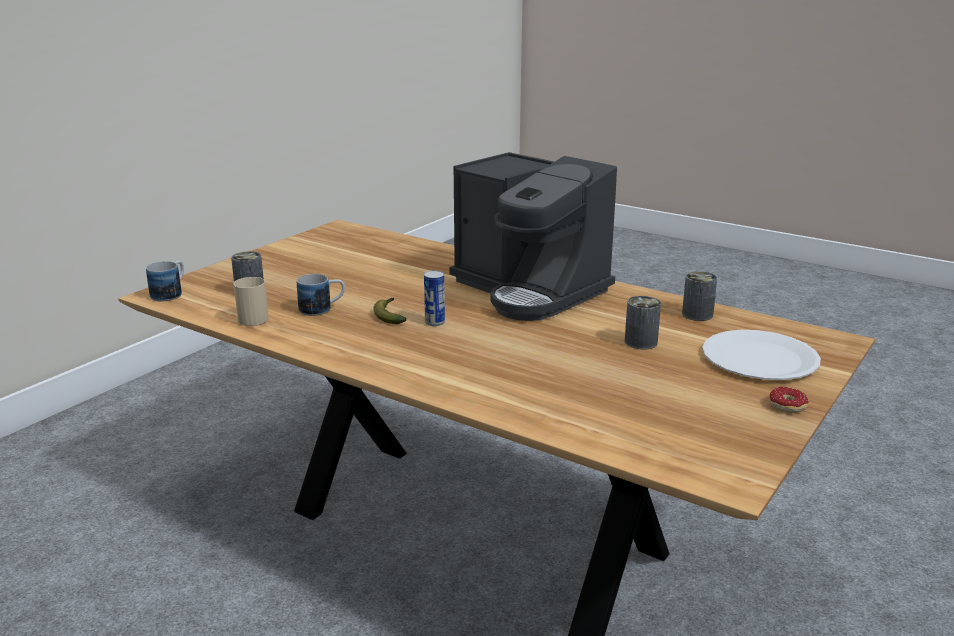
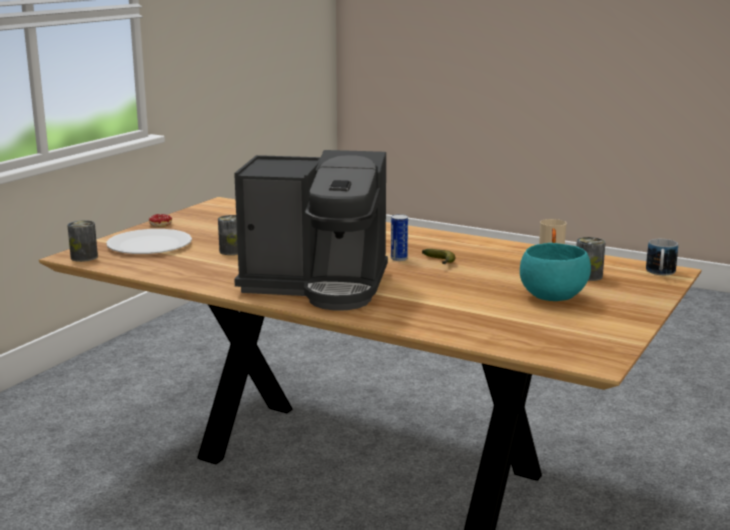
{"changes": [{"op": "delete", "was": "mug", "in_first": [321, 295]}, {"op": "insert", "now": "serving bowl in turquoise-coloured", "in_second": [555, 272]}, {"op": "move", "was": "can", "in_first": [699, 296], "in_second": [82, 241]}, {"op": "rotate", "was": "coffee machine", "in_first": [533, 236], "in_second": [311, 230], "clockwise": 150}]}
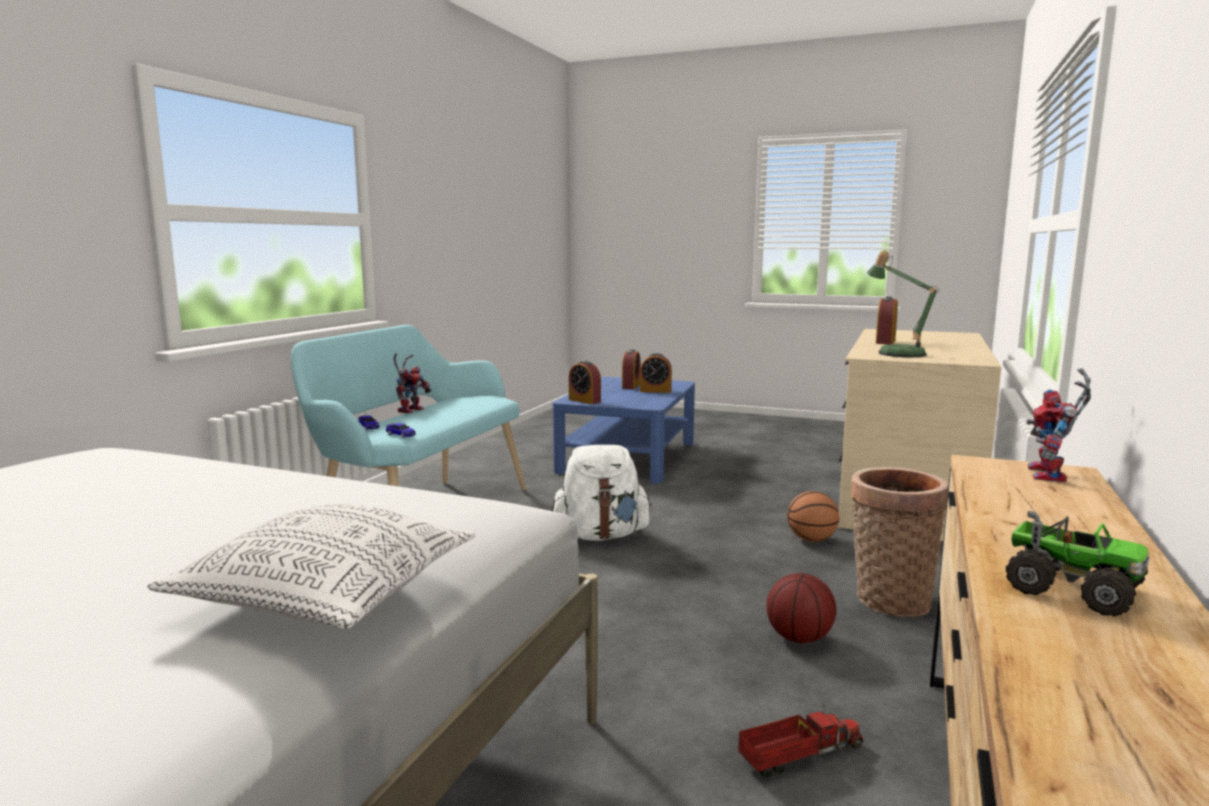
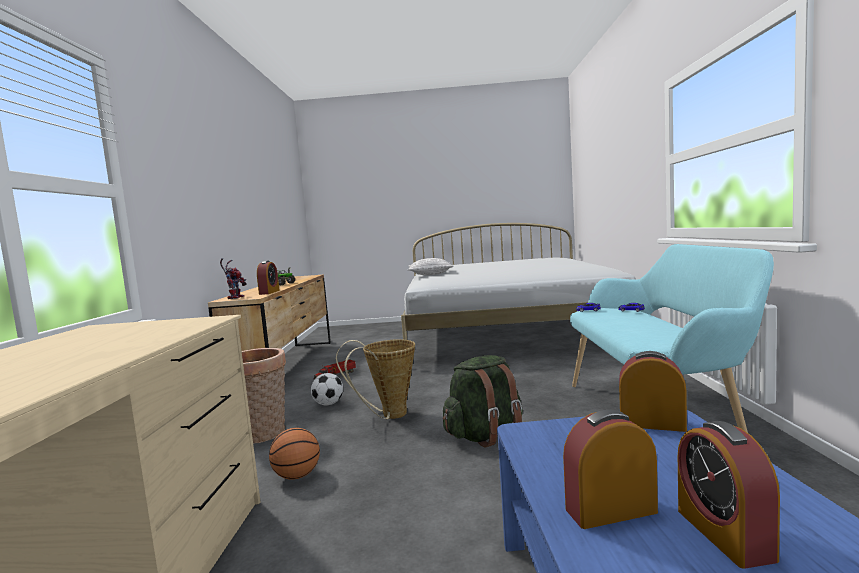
{"changes": [{"op": "delete", "was": "toy robot", "in_first": [412, 383]}, {"op": "delete", "was": "tabletop lamp", "in_first": [903, 304]}, {"op": "insert", "now": "basket", "in_second": [375, 379]}, {"op": "move", "was": "table clock", "in_first": [887, 320], "in_second": [268, 277]}, {"op": "replace", "was": "basketball ball", "now": "football ball", "in_first": [801, 608], "in_second": [327, 389]}, {"op": "recolor", "was": "backpack in white", "now": "backpack in green", "in_first": [602, 493], "in_second": [483, 401]}]}
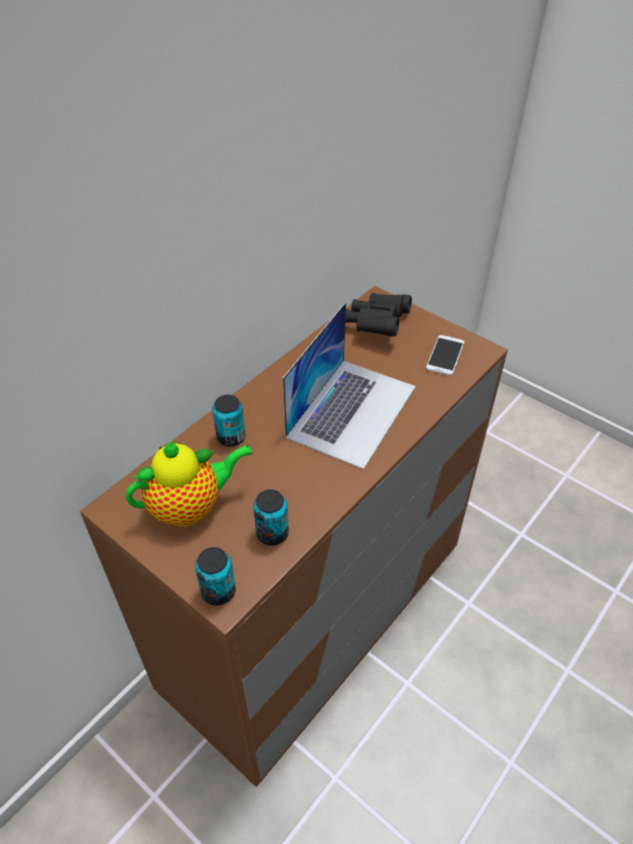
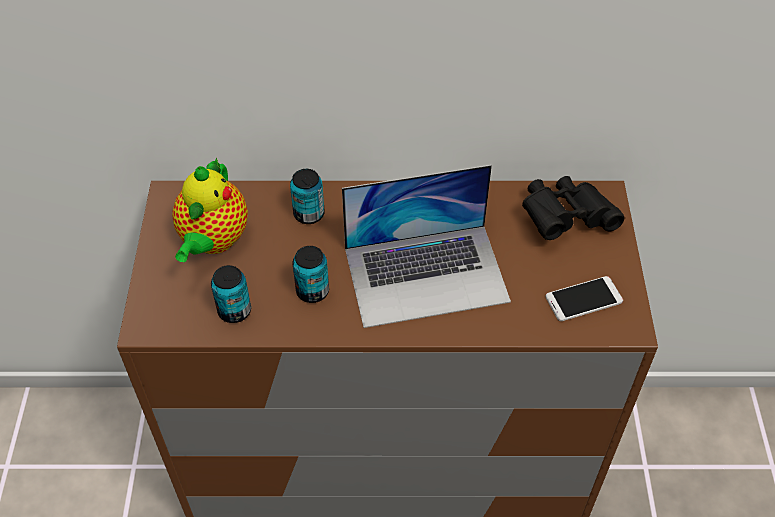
{"changes": [{"op": "move", "was": "can", "in_first": [215, 576], "in_second": [311, 274]}, {"op": "rotate", "was": "tea pot", "in_first": [189, 484], "in_second": [210, 209], "clockwise": 75}]}
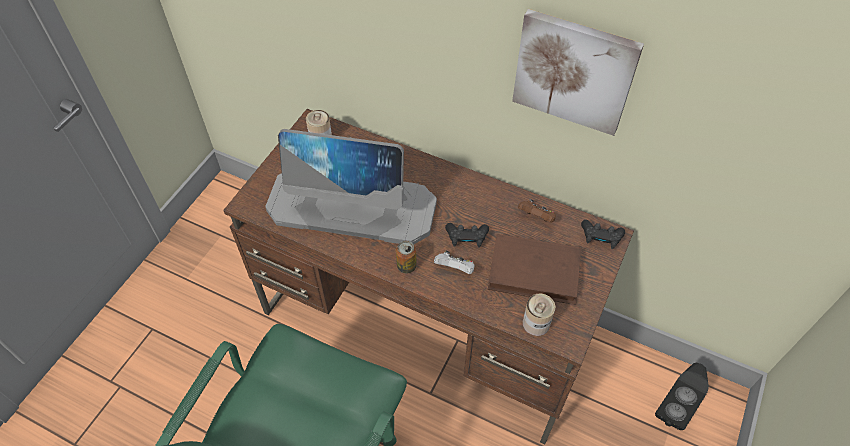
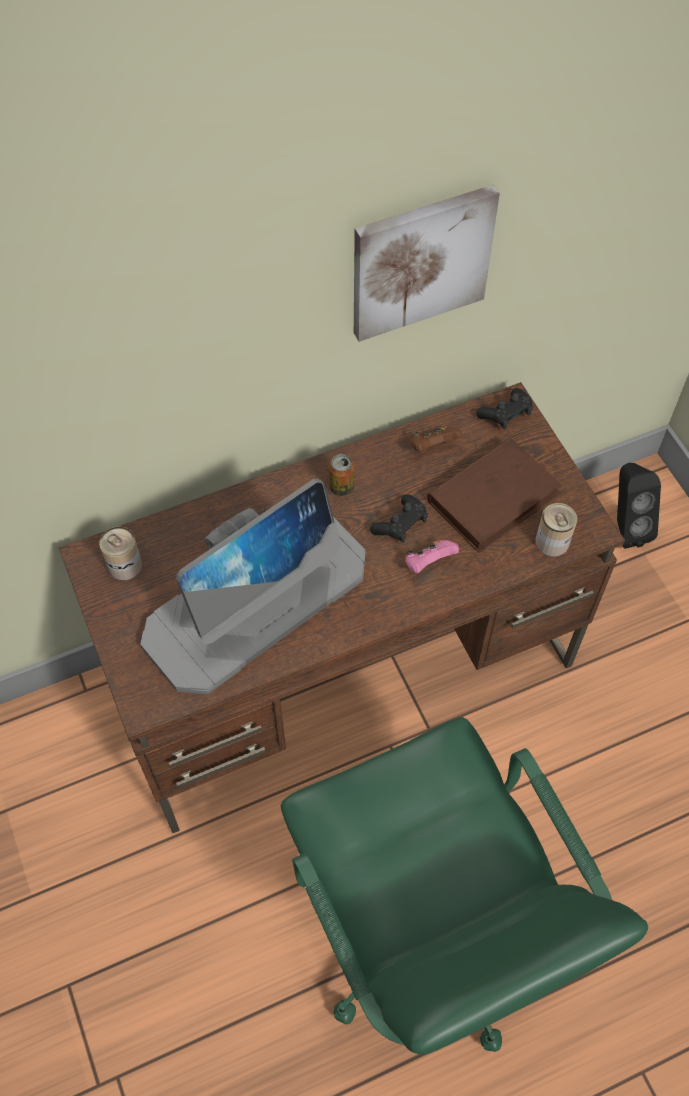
{"changes": [{"op": "move", "was": "can", "in_first": [406, 257], "in_second": [341, 475]}, {"op": "recolor", "was": "joypad in white", "now": "joypad in pink-coloured", "in_first": [454, 262], "in_second": [432, 556]}]}
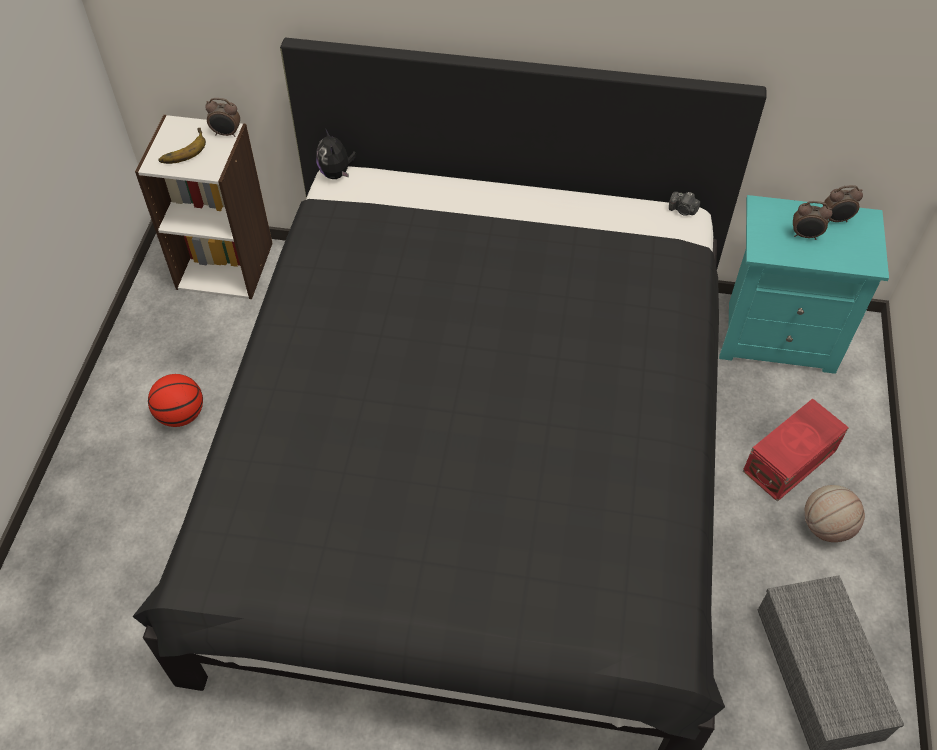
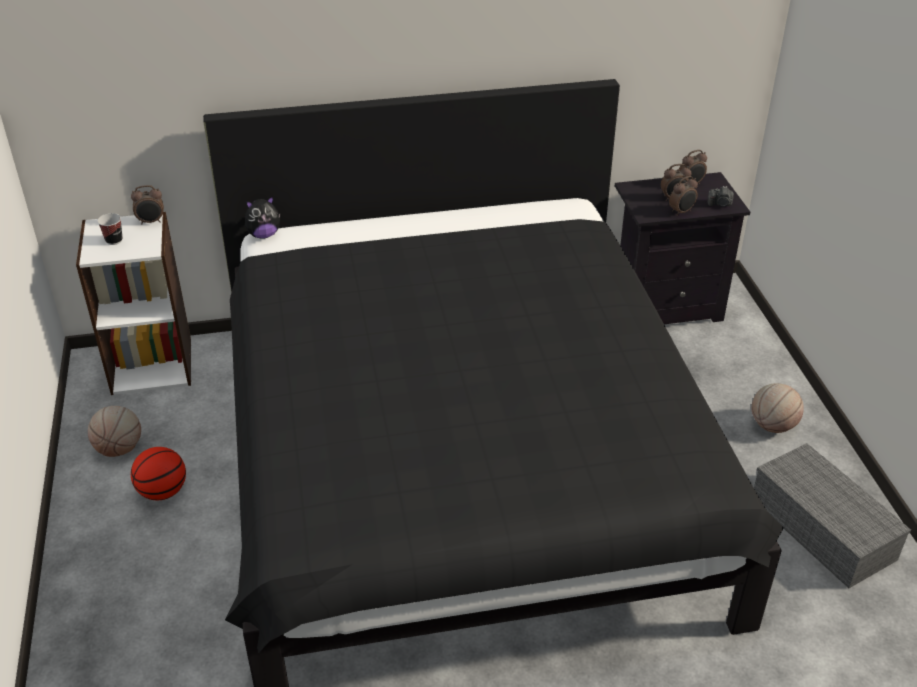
{"changes": [{"op": "delete", "was": "storage box in reddish", "in_first": [796, 450]}, {"op": "insert", "now": "basketball ball", "in_second": [114, 431]}, {"op": "insert", "now": "table clock", "in_second": [683, 196]}, {"op": "move", "was": "photo camera", "in_first": [684, 204], "in_second": [720, 196]}, {"op": "replace", "was": "banana fruit", "now": "cup", "in_first": [182, 146], "in_second": [110, 229]}, {"op": "recolor", "was": "bedside table in turquoise-coloured", "now": "bedside table in blackish", "in_first": [804, 284], "in_second": [682, 248]}, {"op": "rotate", "was": "plush toy", "in_first": [336, 153], "in_second": [262, 217], "clockwise": -75}]}
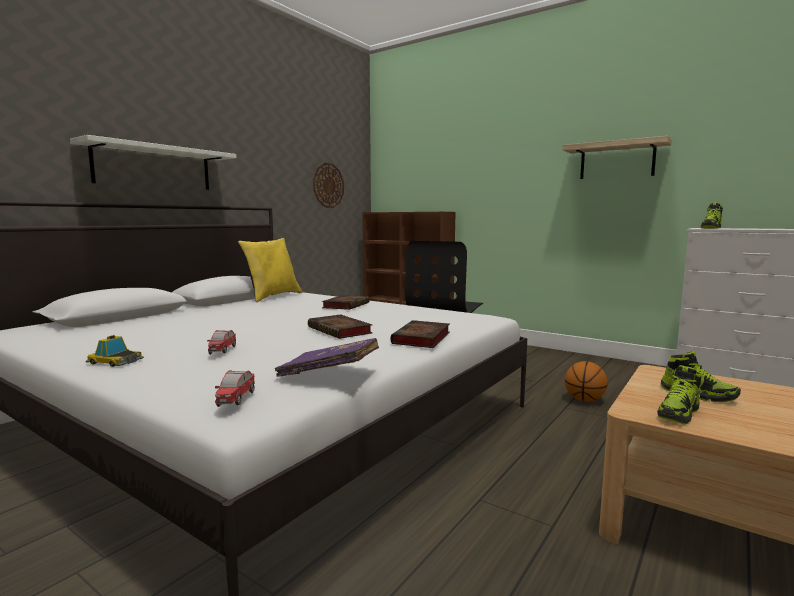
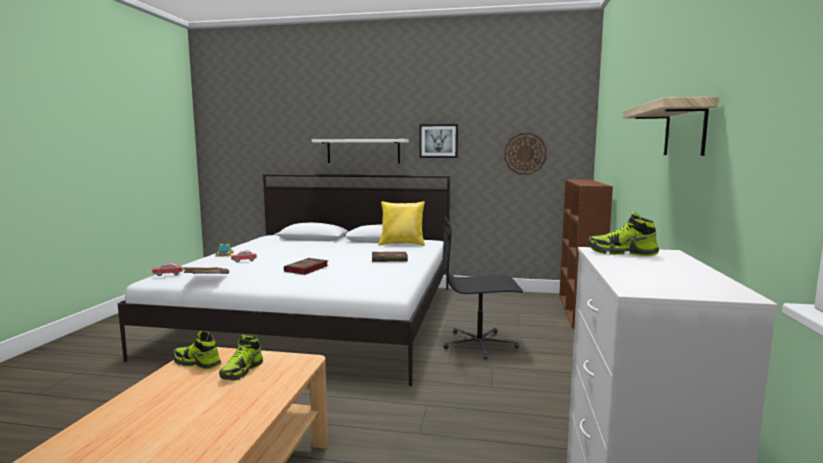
{"changes": [{"op": "delete", "was": "volume", "in_first": [420, 334]}, {"op": "delete", "was": "basketball ball", "in_first": [586, 381]}, {"op": "insert", "now": "picture", "in_second": [438, 141]}]}
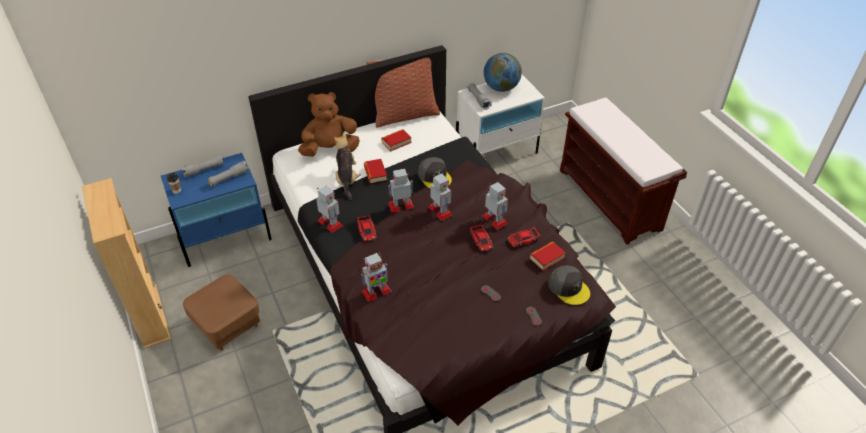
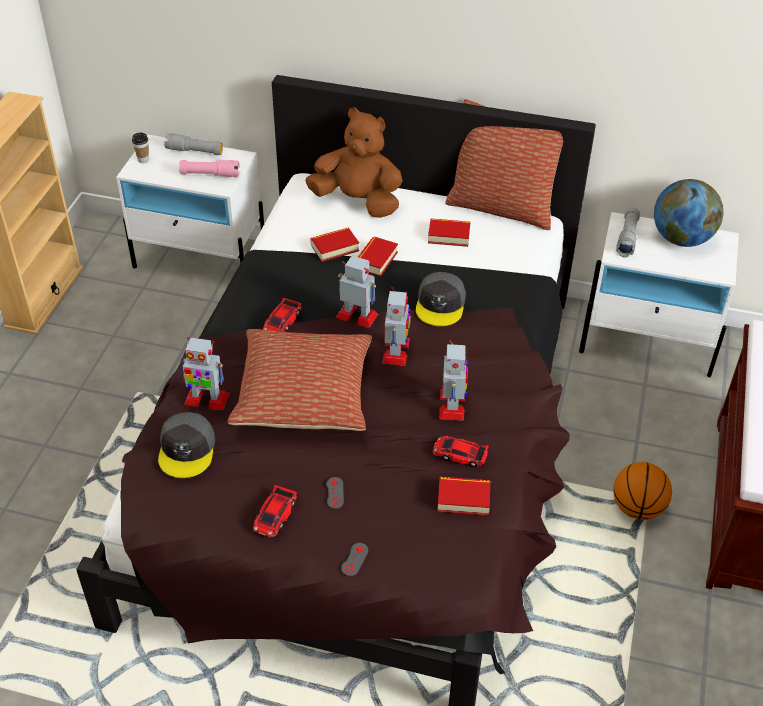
{"changes": [{"op": "delete", "was": "ottoman in brown", "in_first": [221, 312]}, {"op": "delete", "was": "toy robot", "in_first": [329, 209]}, {"op": "insert", "now": "throw pillow", "in_second": [299, 380]}, {"op": "insert", "now": "basketball ball", "in_second": [642, 491]}, {"op": "move", "was": "model car", "in_first": [481, 238], "in_second": [275, 511]}, {"op": "move", "was": "peaked cap in gray", "in_first": [569, 285], "in_second": [186, 445]}, {"op": "replace", "was": "plush toy", "now": "volume", "in_first": [347, 166], "in_second": [335, 244]}, {"op": "recolor", "was": "bedside table in bluish", "now": "bedside table in white", "in_first": [216, 210], "in_second": [190, 201]}, {"op": "recolor", "was": "torch in gray", "now": "torch in pink-coloured", "in_first": [228, 173], "in_second": [209, 168]}]}
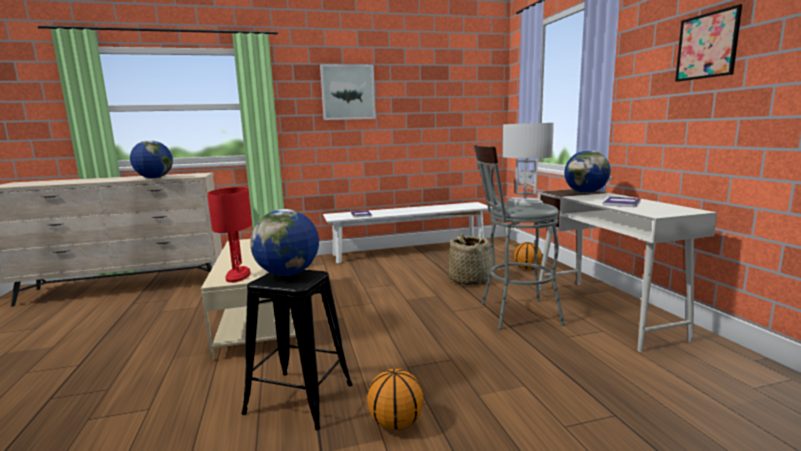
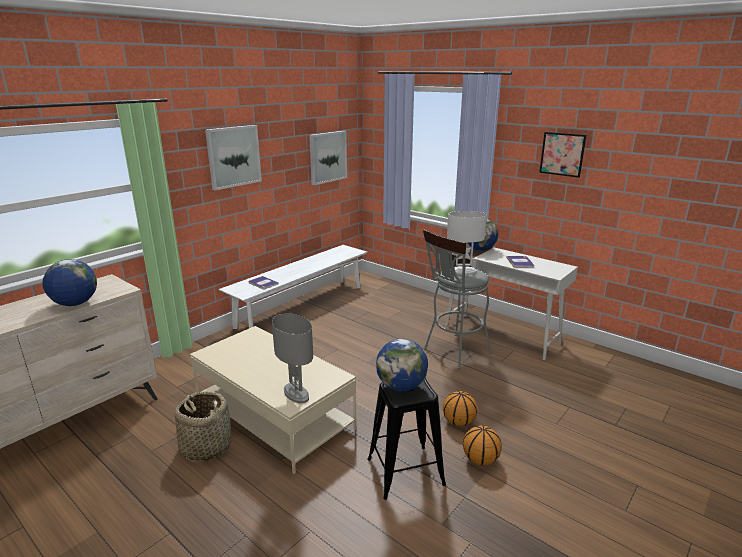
{"changes": [{"op": "insert", "now": "picture", "in_second": [328, 158]}, {"op": "move", "was": "basket", "in_first": [470, 259], "in_second": [203, 426]}, {"op": "move", "was": "basketball ball", "in_first": [527, 256], "in_second": [460, 409]}, {"op": "recolor", "was": "tabletop lamp in reddish", "now": "tabletop lamp in gray", "in_first": [230, 235], "in_second": [292, 358]}]}
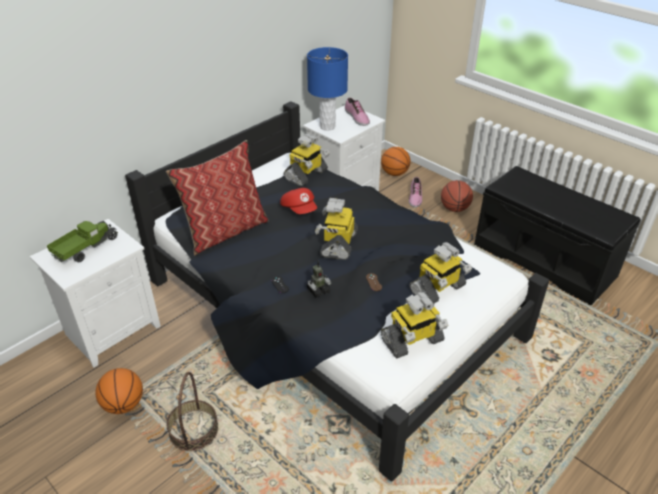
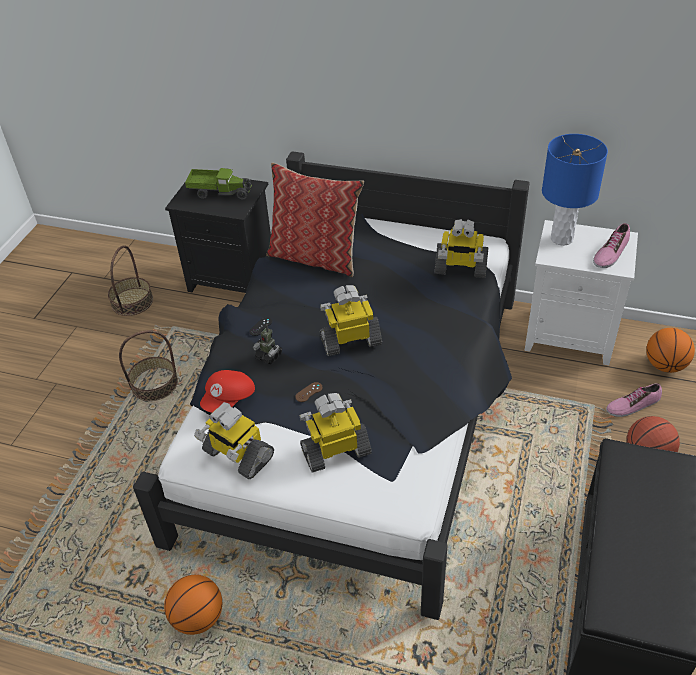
{"changes": [{"op": "insert", "now": "basket", "in_second": [130, 280]}, {"op": "move", "was": "basketball ball", "in_first": [119, 391], "in_second": [193, 605]}, {"op": "move", "was": "peaked cap in reddish", "in_first": [298, 201], "in_second": [227, 391]}, {"op": "recolor", "was": "bedside table in white", "now": "bedside table in blackish", "in_first": [95, 293], "in_second": [218, 235]}, {"op": "rotate", "was": "toy robot", "in_first": [440, 273], "in_second": [335, 433], "clockwise": 135}]}
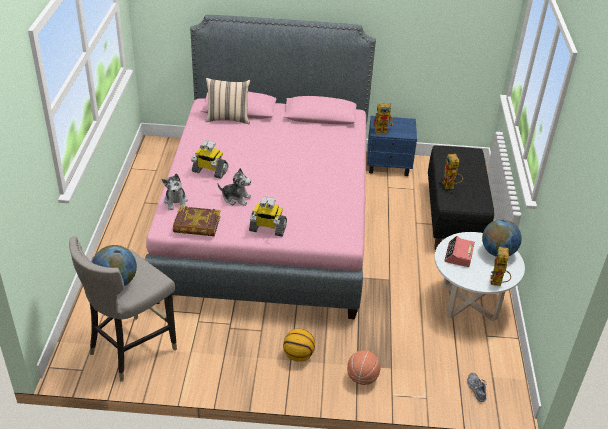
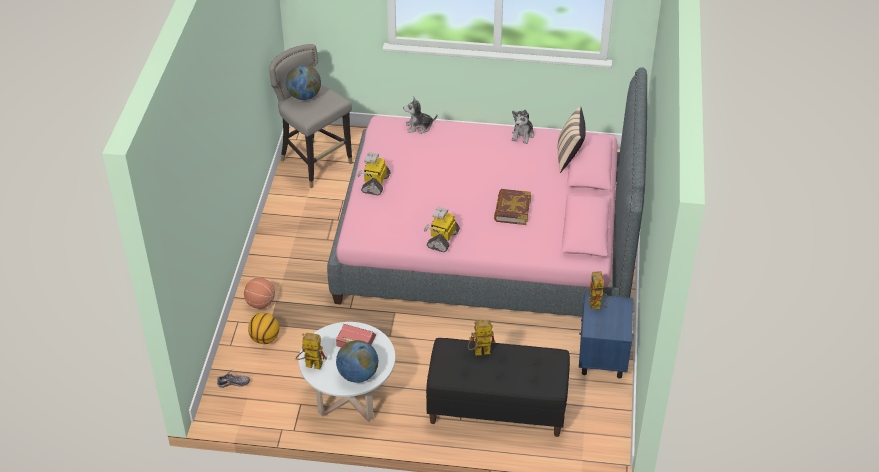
{"changes": [{"op": "move", "was": "volume", "in_first": [197, 221], "in_second": [512, 207]}, {"op": "move", "was": "toy robot", "in_first": [209, 159], "in_second": [442, 229]}, {"op": "move", "was": "plush toy", "in_first": [234, 187], "in_second": [523, 127]}, {"op": "move", "was": "basketball ball", "in_first": [299, 345], "in_second": [263, 328]}]}
